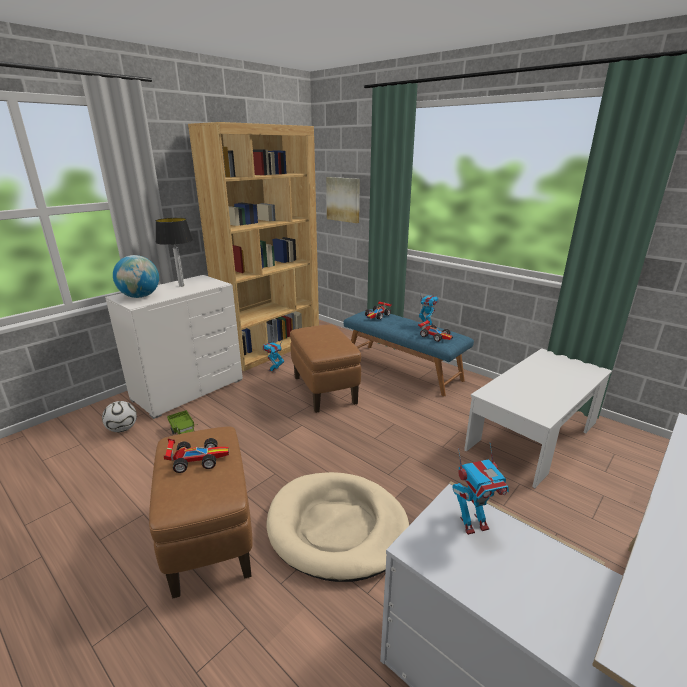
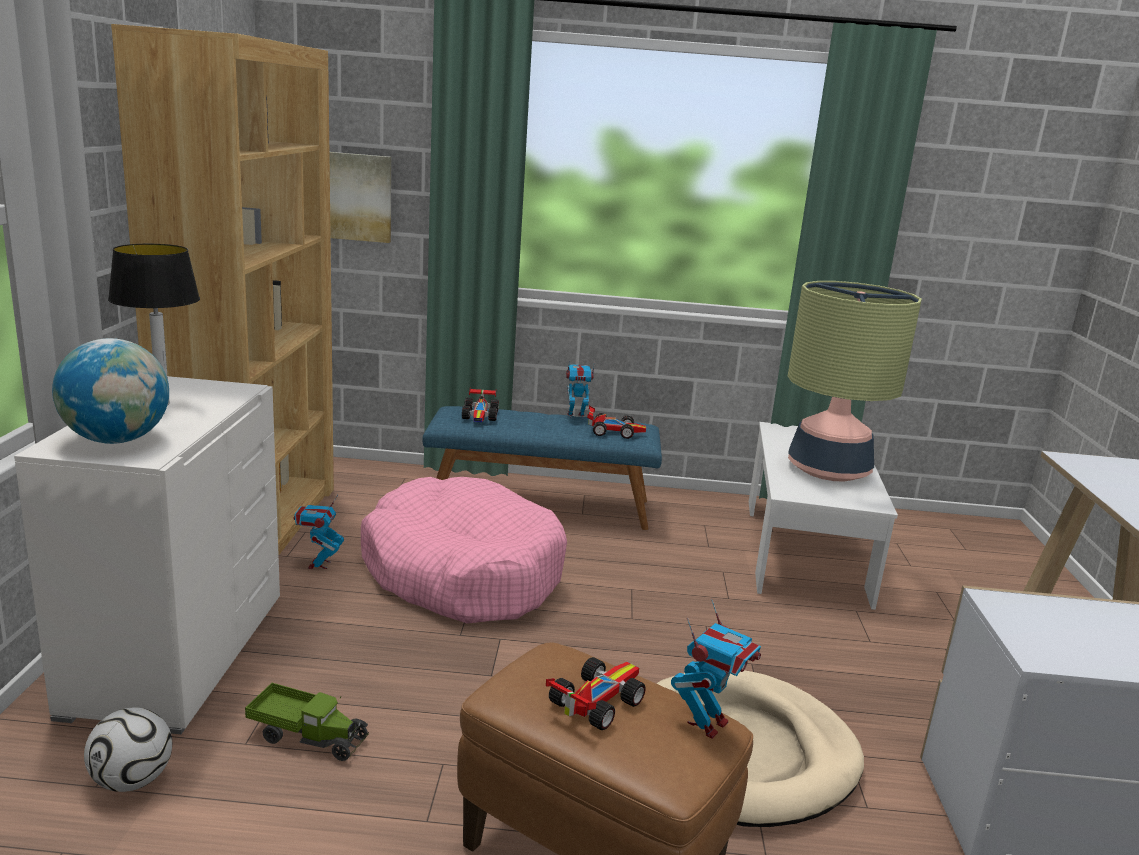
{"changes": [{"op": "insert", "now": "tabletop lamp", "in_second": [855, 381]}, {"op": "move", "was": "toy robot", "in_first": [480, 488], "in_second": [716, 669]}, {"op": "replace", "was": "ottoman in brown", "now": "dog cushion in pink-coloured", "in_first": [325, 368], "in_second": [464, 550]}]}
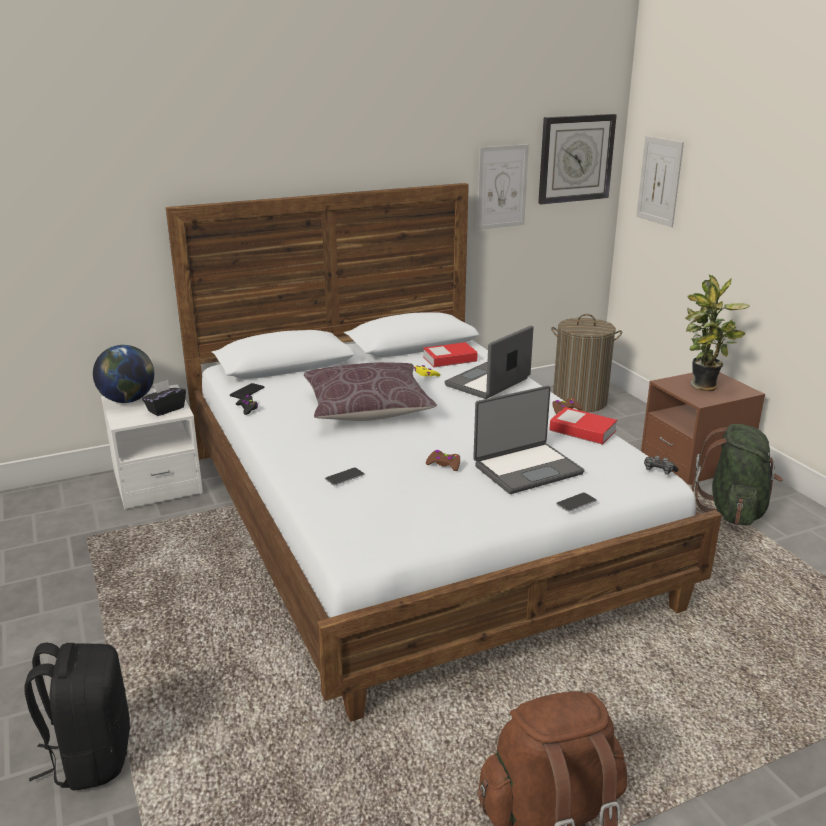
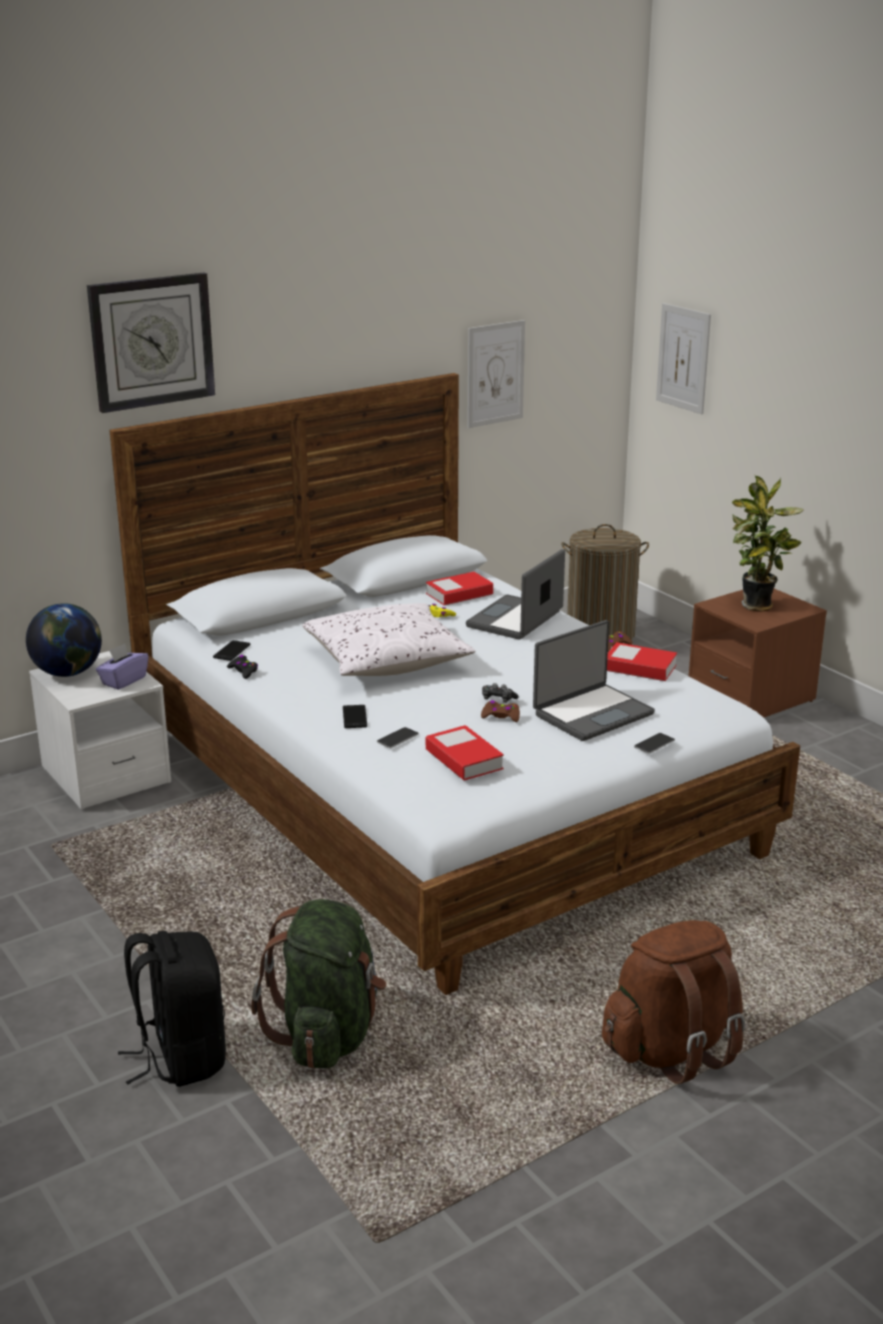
{"changes": [{"op": "insert", "now": "telephone", "in_second": [355, 716]}, {"op": "insert", "now": "volume", "in_second": [465, 753]}, {"op": "move", "was": "hanging clock", "in_first": [577, 159], "in_second": [151, 343]}, {"op": "move", "was": "joypad", "in_first": [661, 465], "in_second": [500, 693]}, {"op": "move", "was": "backpack in green", "in_first": [737, 474], "in_second": [319, 984]}, {"op": "recolor", "was": "tissue holder in blackish", "now": "tissue holder in purple", "in_first": [164, 398], "in_second": [122, 666]}, {"op": "recolor", "was": "throw pillow in brown", "now": "throw pillow in white", "in_first": [370, 391], "in_second": [389, 639]}]}
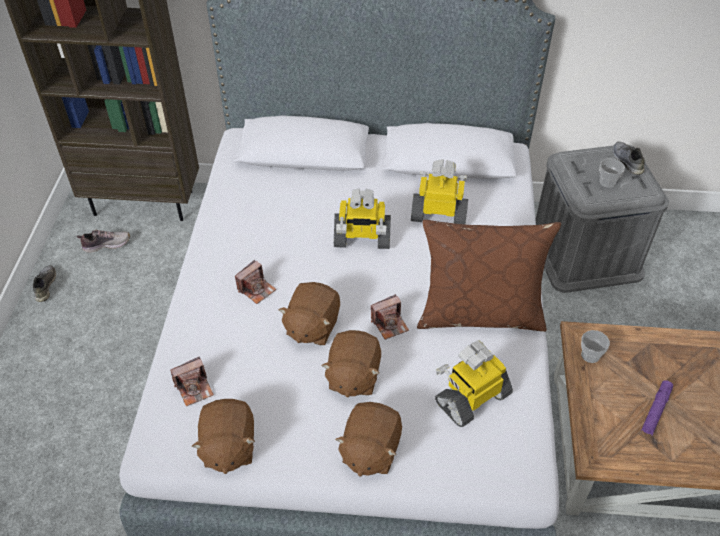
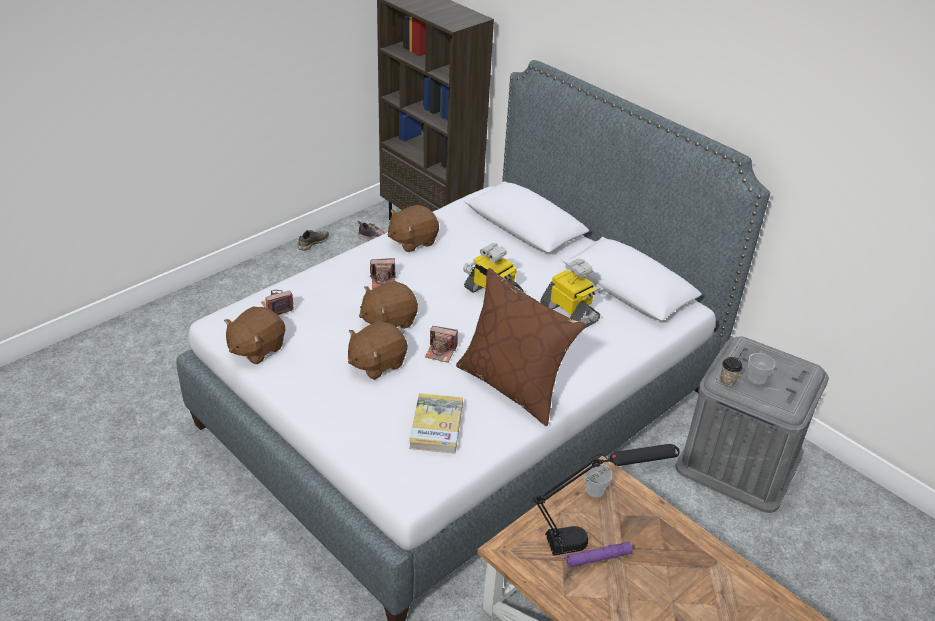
{"changes": [{"op": "delete", "was": "low shoe in gray", "in_first": [629, 158]}, {"op": "insert", "now": "tabletop lamp in blackish", "in_second": [606, 500]}, {"op": "insert", "now": "cup", "in_second": [731, 371]}, {"op": "move", "was": "plush toy in brown", "in_first": [368, 439], "in_second": [413, 228]}, {"op": "replace", "was": "toy robot", "now": "volume", "in_first": [474, 383], "in_second": [436, 423]}, {"op": "rotate", "was": "photo camera", "in_first": [192, 381], "in_second": [277, 302], "clockwise": 135}]}
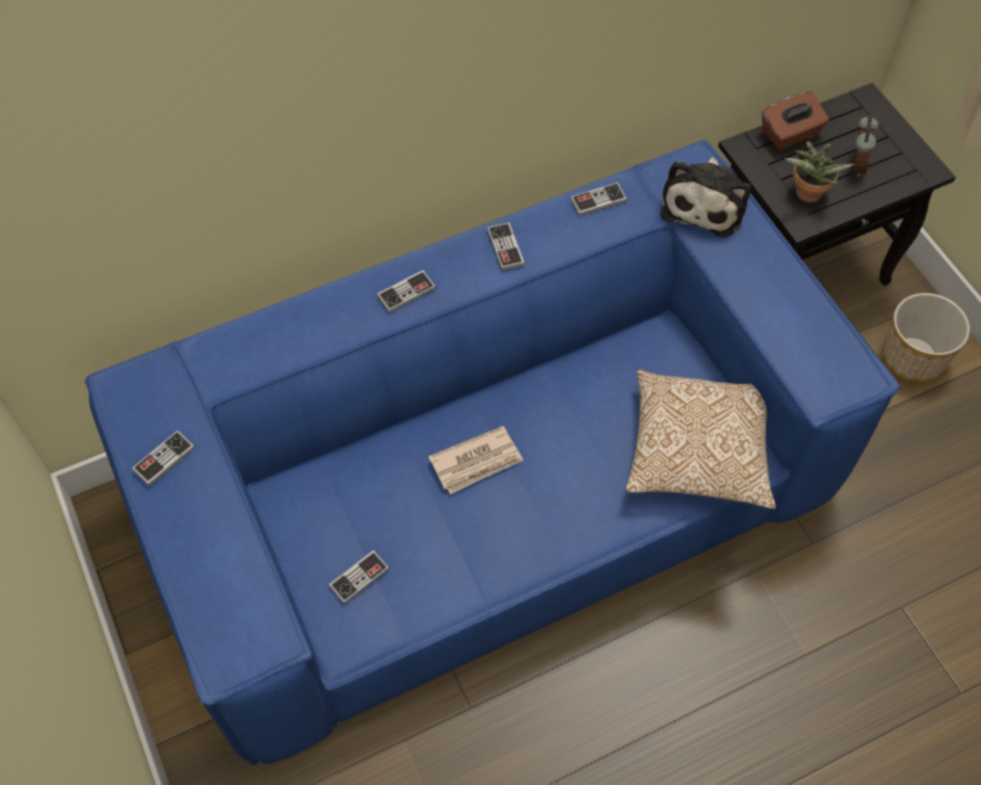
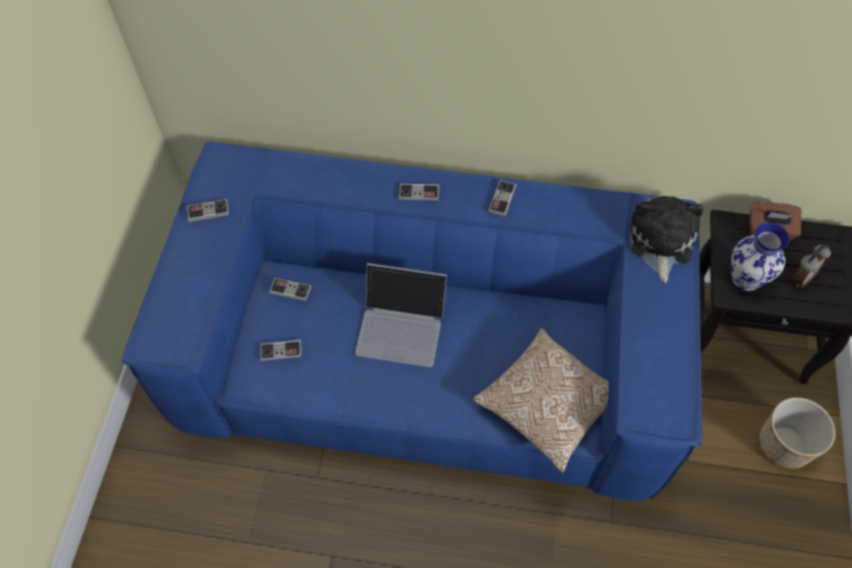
{"changes": [{"op": "move", "was": "joypad", "in_first": [598, 199], "in_second": [290, 289]}, {"op": "replace", "was": "newspaper", "now": "notebook computer", "in_first": [476, 460], "in_second": [401, 315]}, {"op": "replace", "was": "plant in a pot", "now": "vase", "in_first": [820, 172], "in_second": [760, 256]}, {"op": "rotate", "was": "plush toy", "in_first": [706, 197], "in_second": [666, 239], "clockwise": 135}]}
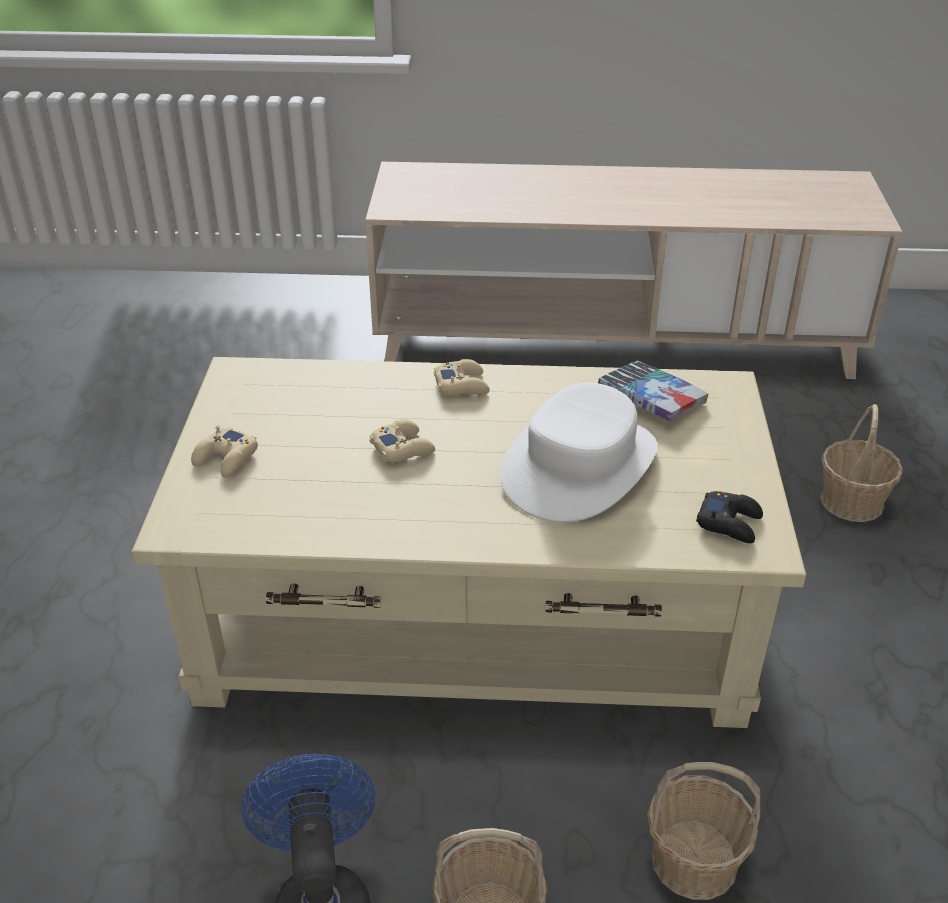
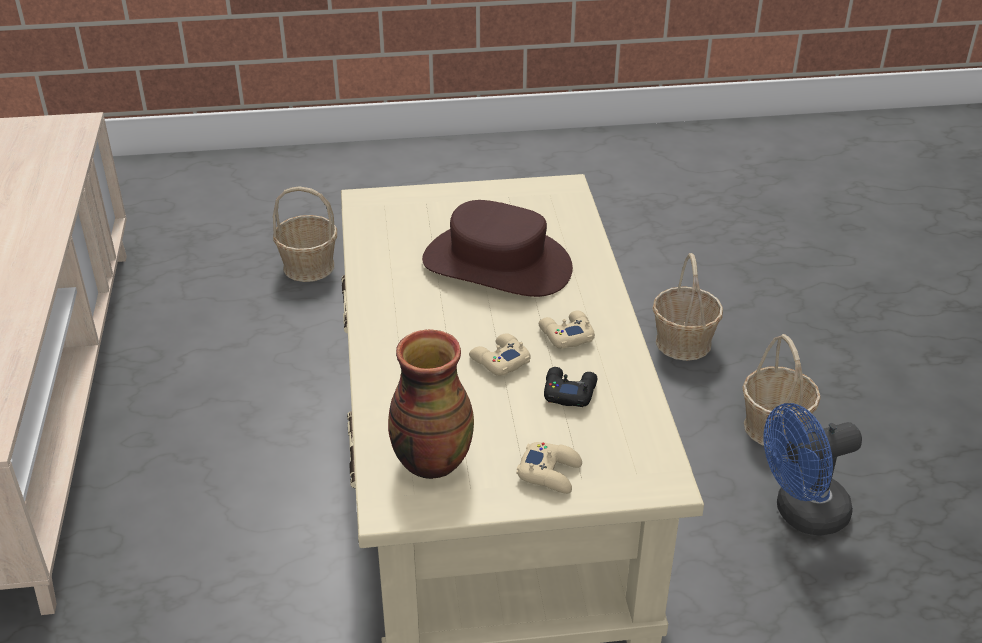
{"changes": [{"op": "delete", "was": "volume", "in_first": [653, 391]}, {"op": "insert", "now": "vase", "in_second": [431, 404]}, {"op": "move", "was": "joypad in beige-coloured", "in_first": [462, 377], "in_second": [567, 330]}, {"op": "move", "was": "joypad in blackish", "in_first": [729, 517], "in_second": [570, 387]}, {"op": "recolor", "was": "clothing hat in white", "now": "clothing hat in brown", "in_first": [579, 452], "in_second": [497, 248]}]}
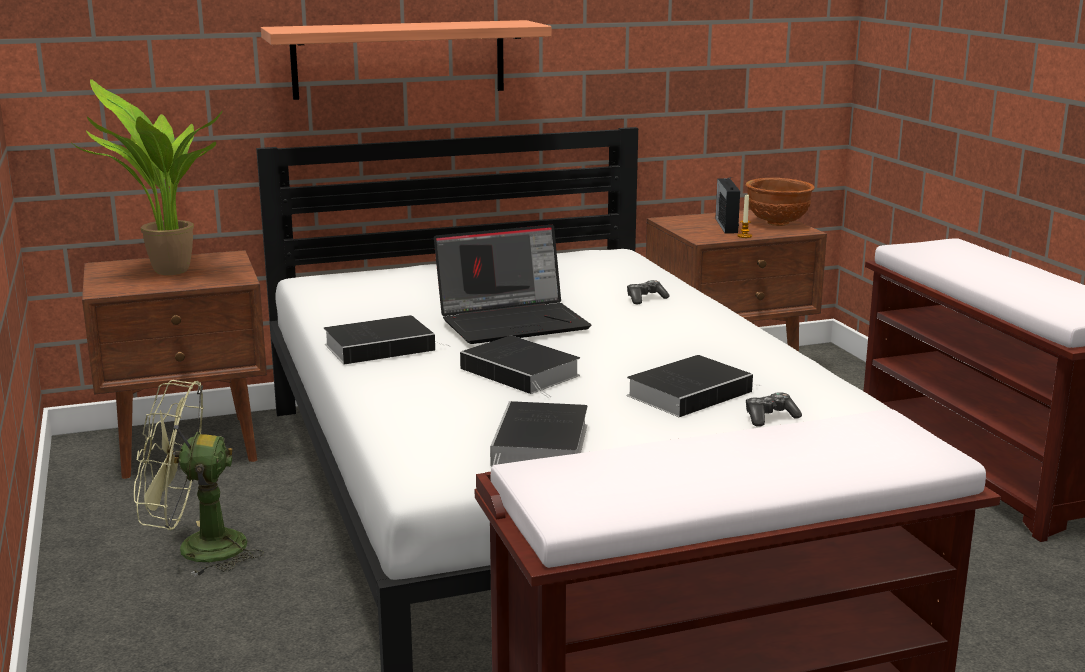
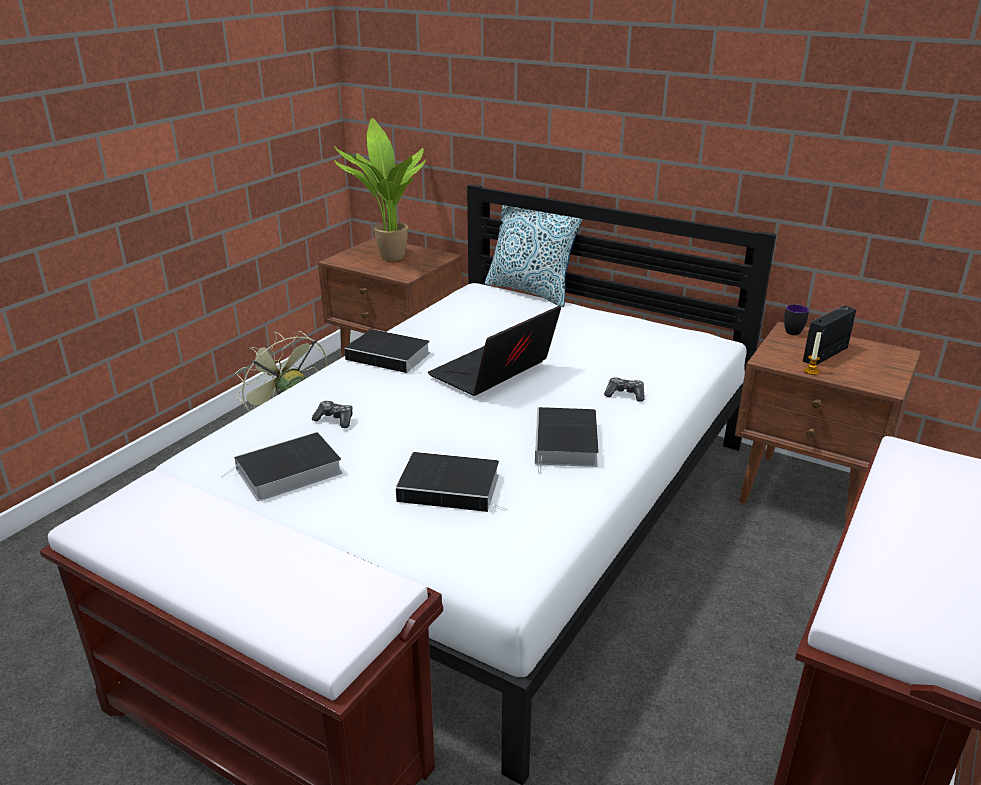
{"changes": [{"op": "delete", "was": "bracket shelf", "in_first": [406, 60]}, {"op": "delete", "was": "serving bowl in brown", "in_first": [780, 202]}, {"op": "insert", "now": "throw pillow", "in_second": [534, 256]}, {"op": "insert", "now": "mug", "in_second": [796, 320]}, {"op": "move", "was": "volume", "in_first": [520, 367], "in_second": [567, 440]}, {"op": "move", "was": "joypad", "in_first": [774, 409], "in_second": [332, 414]}, {"op": "rotate", "was": "notebook computer", "in_first": [512, 284], "in_second": [494, 350], "clockwise": 105}]}
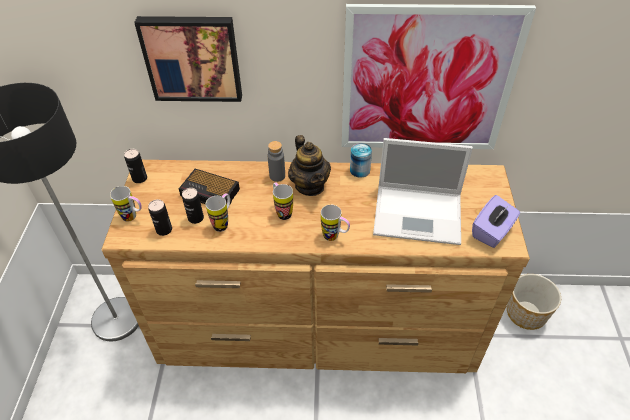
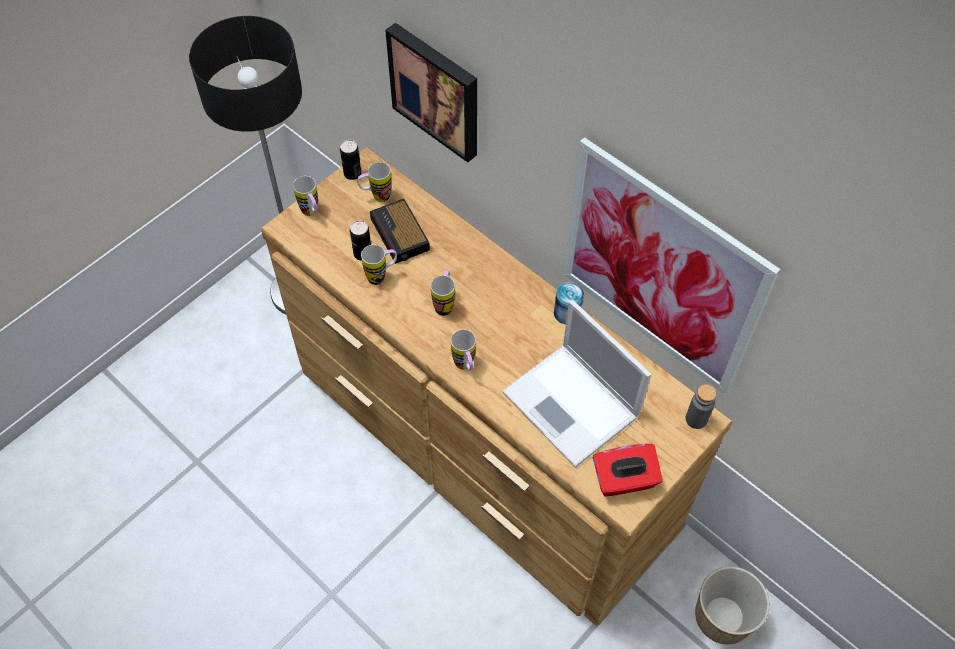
{"changes": [{"op": "delete", "was": "can", "in_first": [160, 217]}, {"op": "delete", "was": "tea pot", "in_first": [309, 165]}, {"op": "insert", "now": "mug", "in_second": [374, 182]}, {"op": "move", "was": "beverage bottle in gray", "in_first": [276, 161], "in_second": [701, 406]}, {"op": "recolor", "was": "tissue holder in purple", "now": "tissue holder in reddish", "in_first": [496, 221], "in_second": [628, 470]}]}
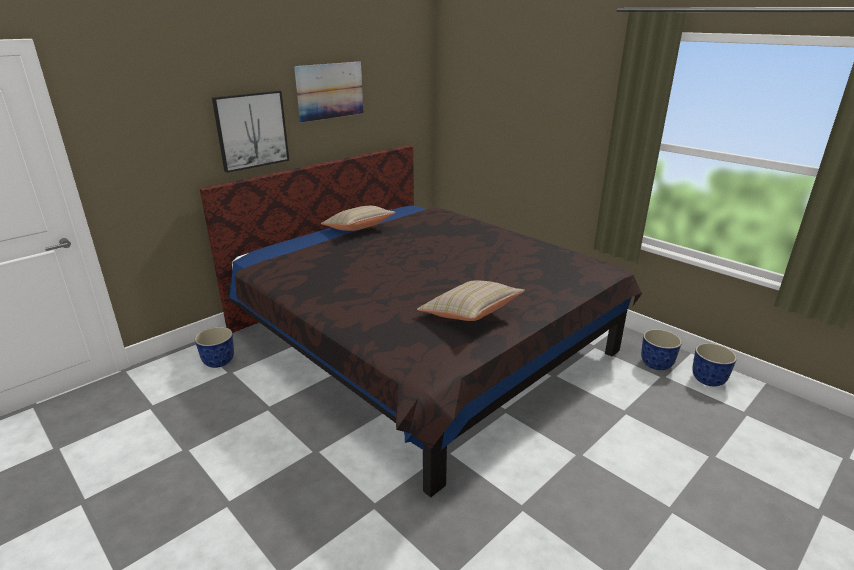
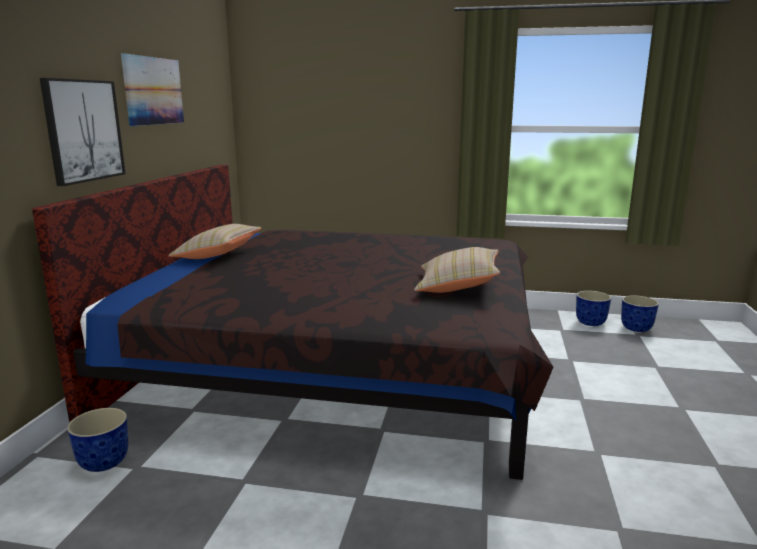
{"changes": [{"op": "move", "was": "flower pot", "in_first": [661, 349], "in_second": [640, 313]}]}
